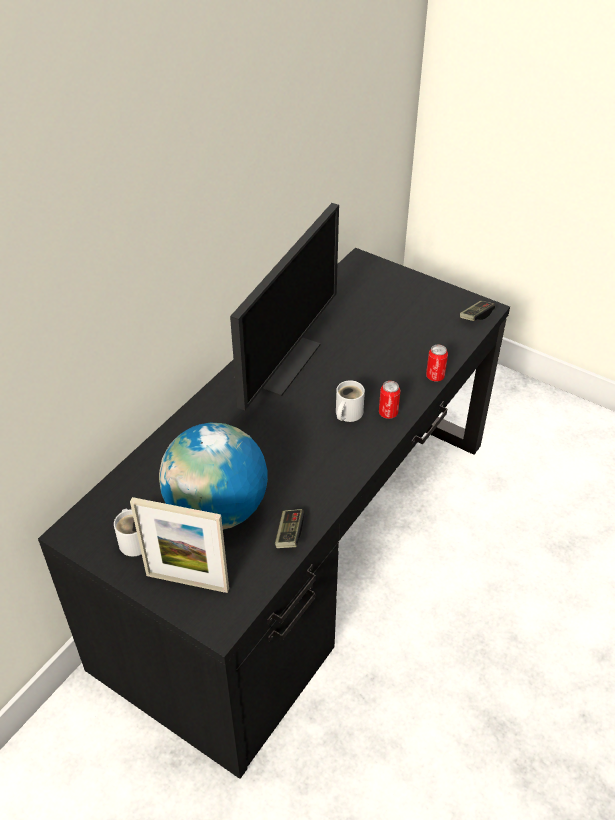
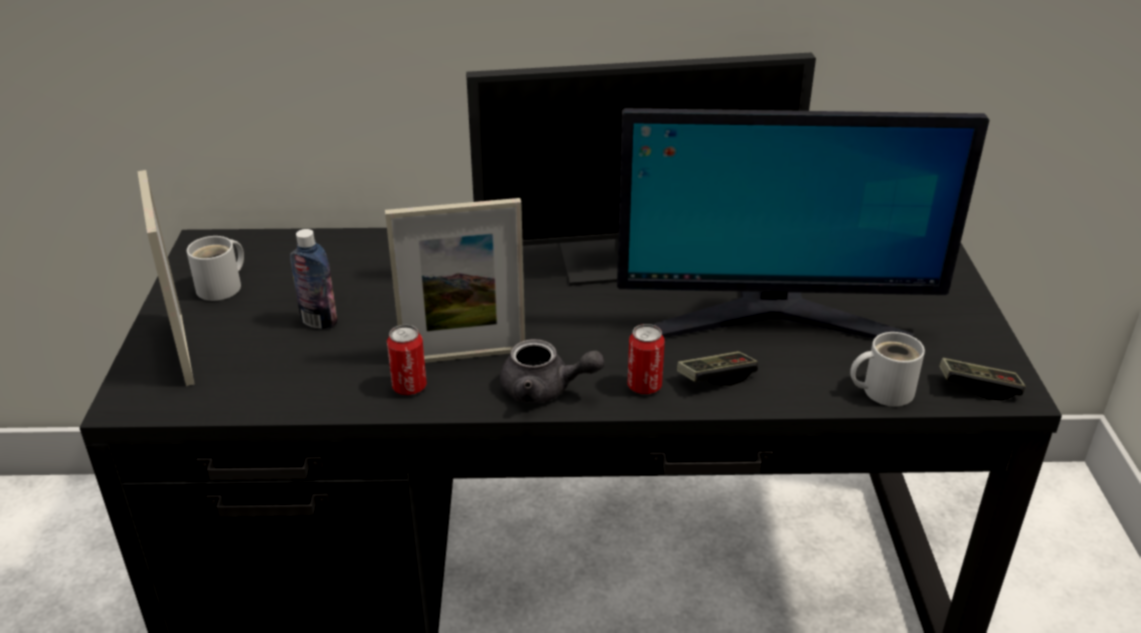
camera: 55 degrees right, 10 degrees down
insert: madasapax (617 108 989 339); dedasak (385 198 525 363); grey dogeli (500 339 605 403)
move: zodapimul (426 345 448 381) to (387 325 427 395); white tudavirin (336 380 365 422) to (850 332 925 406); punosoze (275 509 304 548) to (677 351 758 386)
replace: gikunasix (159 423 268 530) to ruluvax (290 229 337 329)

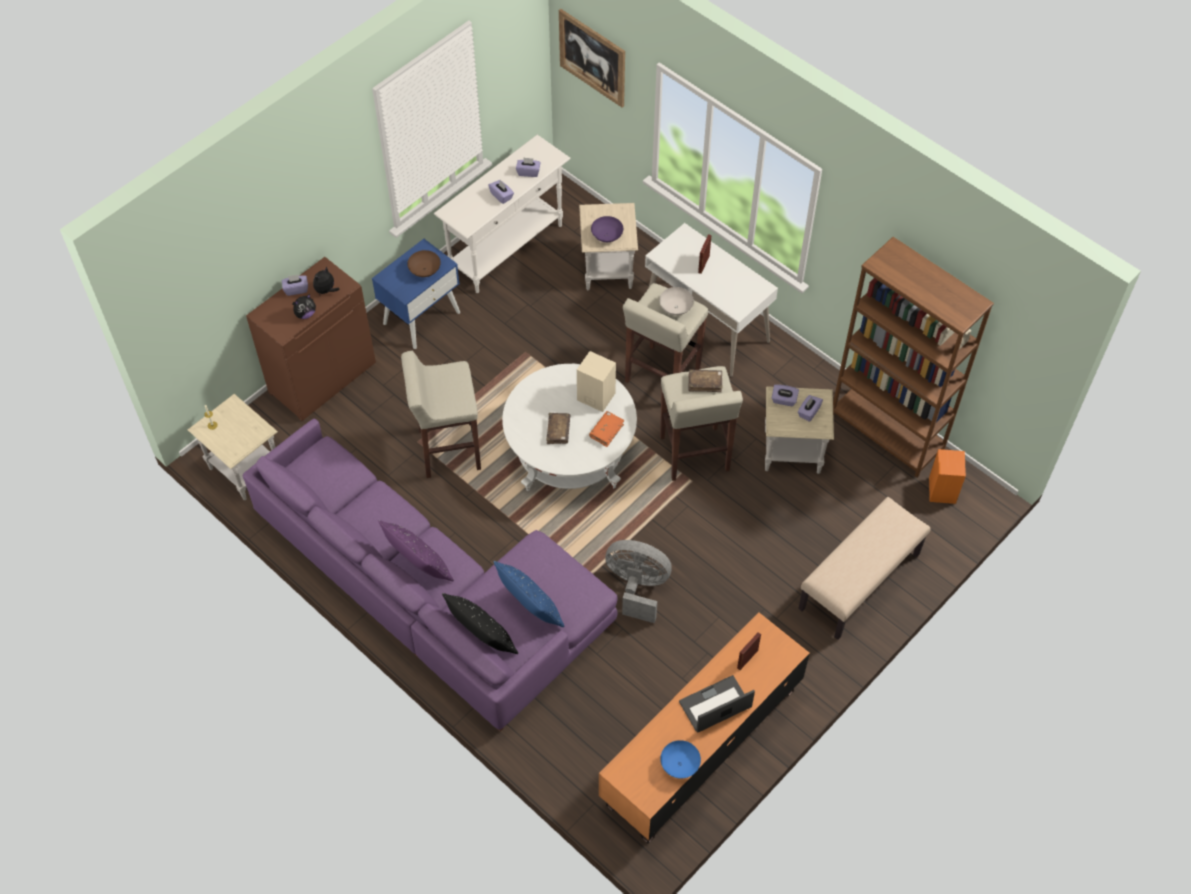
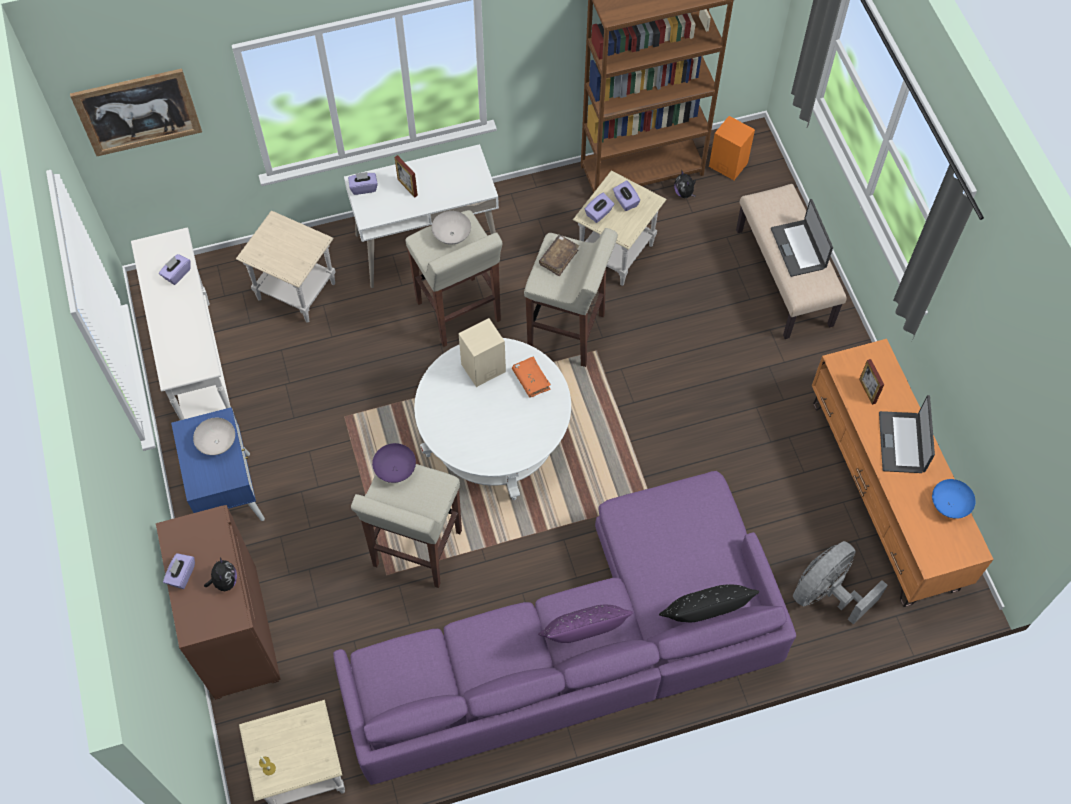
camera: 60 degrees left, 5 degrees up
delete: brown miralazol (546 413 571 444); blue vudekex (493 561 565 627)
insert: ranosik (771 199 833 277)
move: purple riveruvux (488 180 514 204) to (348 172 378 195); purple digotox (591 216 623 242) to (372 443 416 483); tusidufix (313 266 339 297) to (674 171 696 198); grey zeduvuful (605 540 672 623) to (793 541 888 625)
recolor: brown digotox (407 250 441 277) to white digotox (193 418 235 455)

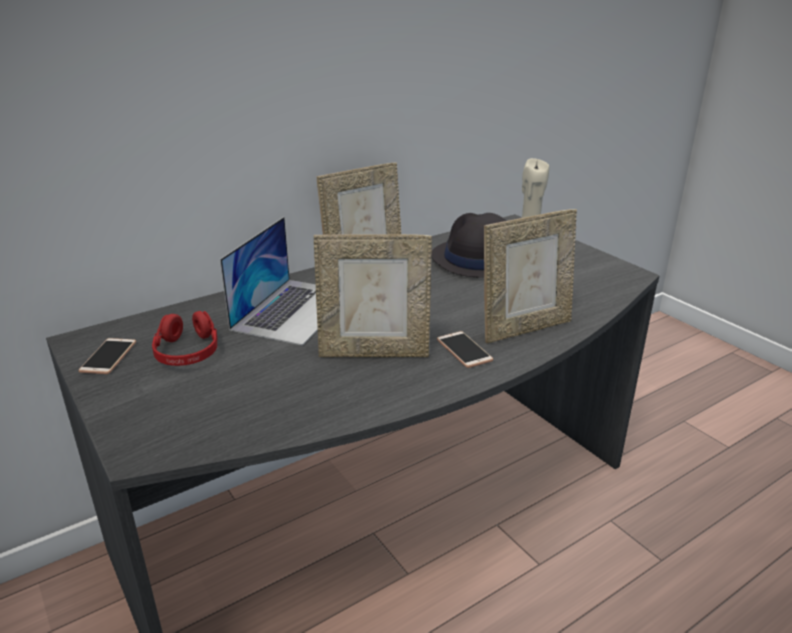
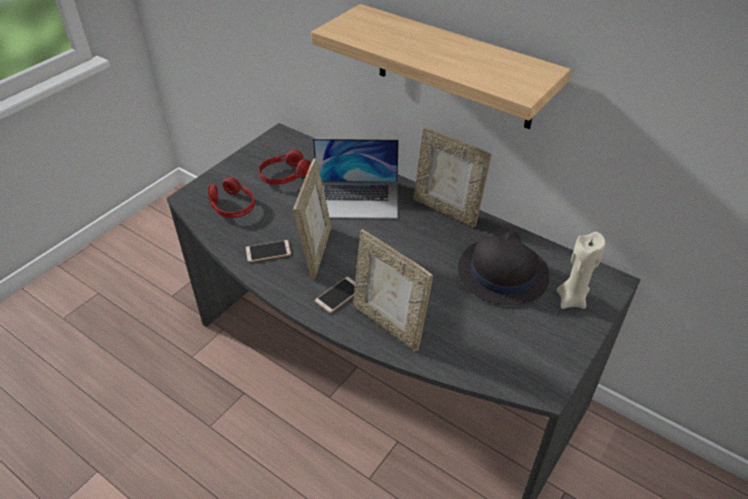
camera: 70 degrees right, 15 degrees up
insert: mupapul (311 4 571 129); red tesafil (208 177 255 218)
move: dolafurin (79 338 136 374) to (246 240 291 262)
rotate: dedasak (314 234 432 357) = (293 158 332 280) 150 degrees counterclockwise

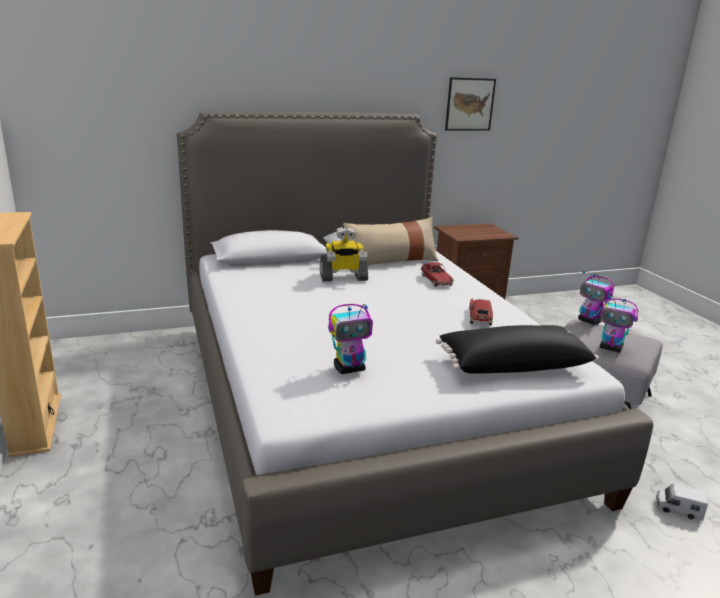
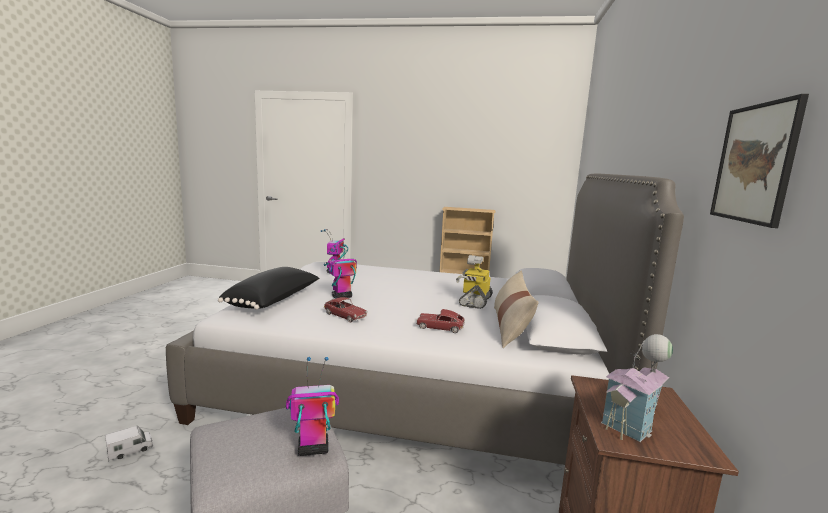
camera: 120 degrees right, 10 degrees down
insert: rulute (601 334 673 442)
move: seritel (600 296 638 353) to (328 245 357 299)

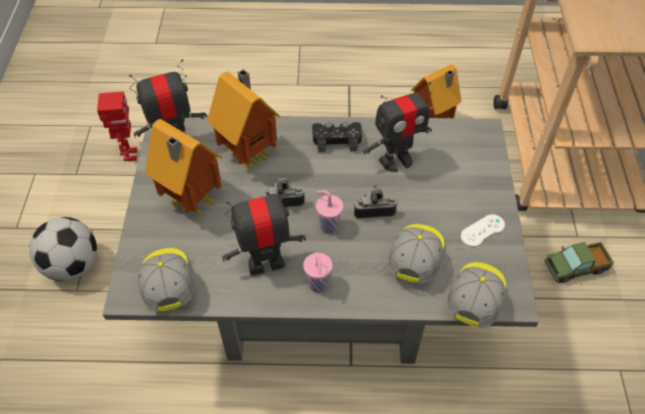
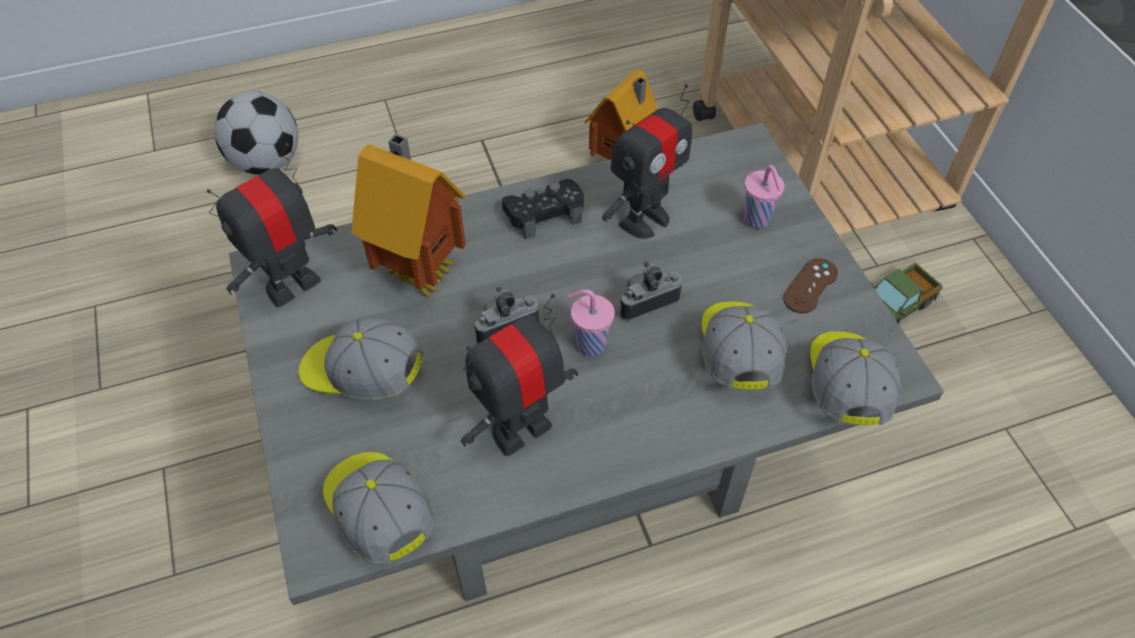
camera: 20 degrees left, 0 degrees up
delete: seritel (97 91 137 161)
move: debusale (29 217 97 281) to (214 91 298 174); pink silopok (303 253 333 293) to (743 165 785 229)
replace: rulute (145 119 222 216) to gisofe (298 318 424 401)
recolor: white punosoze (460 214 505 247) to brown punosoze (783 258 838 313)

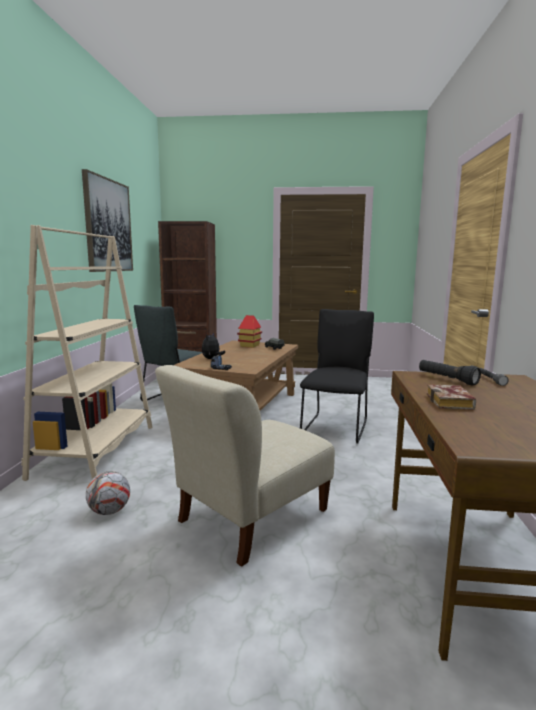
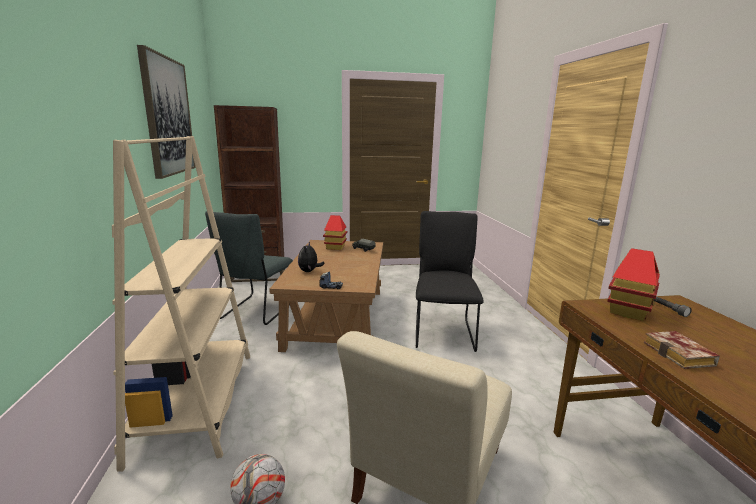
camera: 15 degrees left, 5 degrees up
replace: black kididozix (419 360 481 386) to rulute (607 248 660 321)

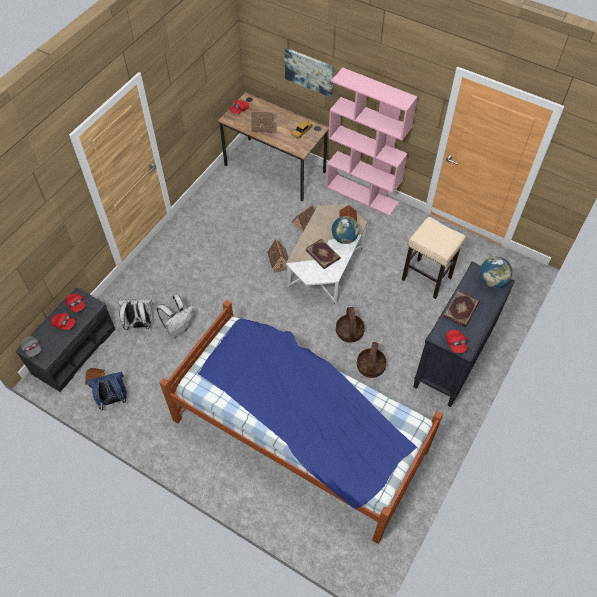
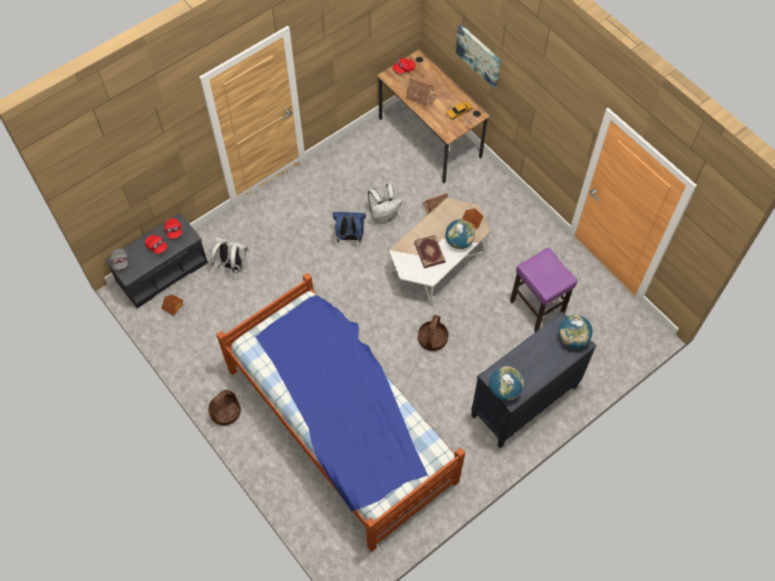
camera: 20 degrees right, 5 degrees up
delete: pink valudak (326 68 417 216); rulute (267 238 289 273); miralazol (443 290 479 327)
move: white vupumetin (156 294 194 337) to (368 183 402 224); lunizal (357 342 387 378) to (208 390 241 426); blue vupumetin (87 372 127 410) to (332 212 366 243)
replace: red gisofe (446 330 467 353) to gikunasix (489 366 524 401)
recolor: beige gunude (402 217 466 299) to purple gunude (510 247 577 332)

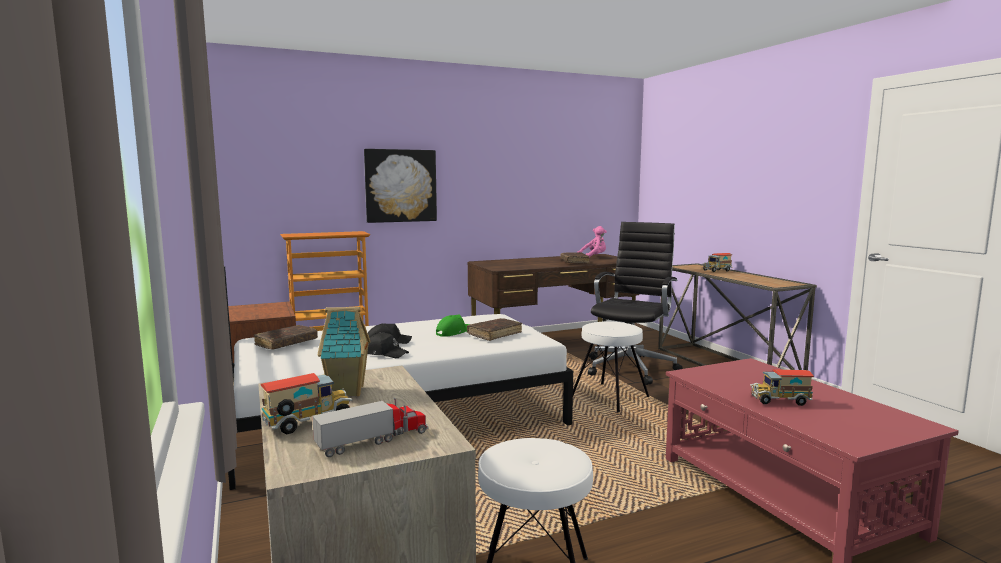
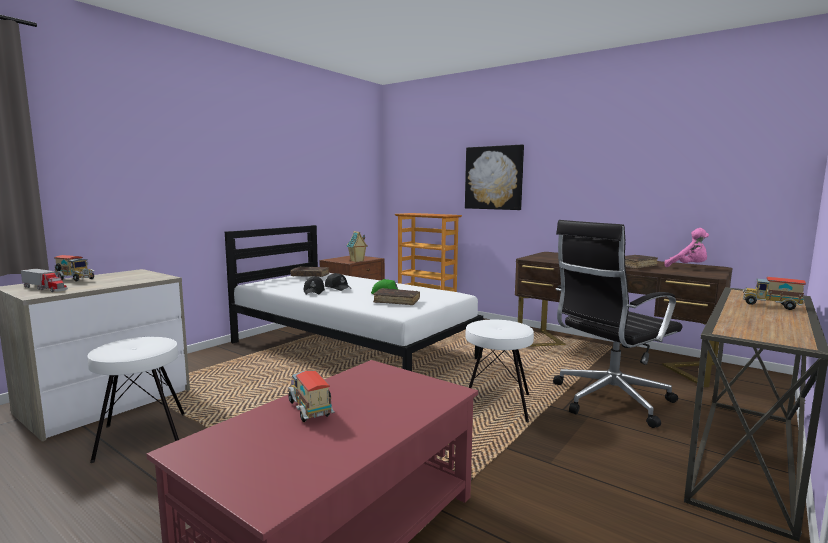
camera: 60 degrees right, 0 degrees up
move: rulute (318 307 370 396) to (346 231 368 262)
rotate: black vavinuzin (588 222 683 385) = (553 220 682 428) 150 degrees clockwise

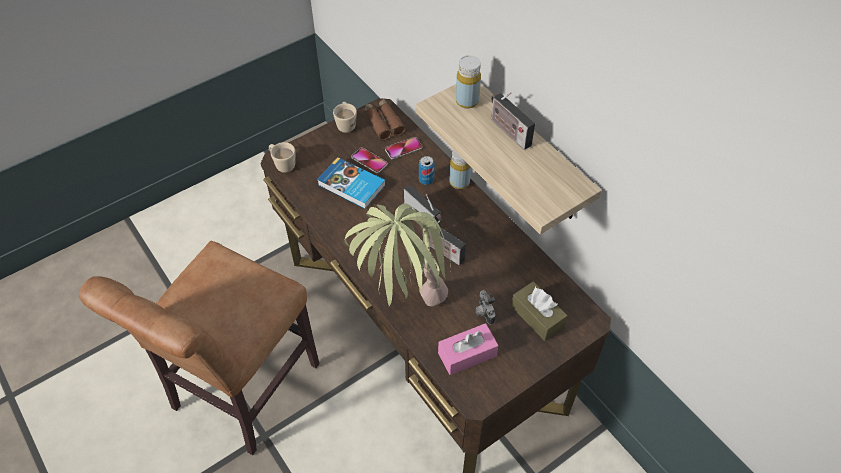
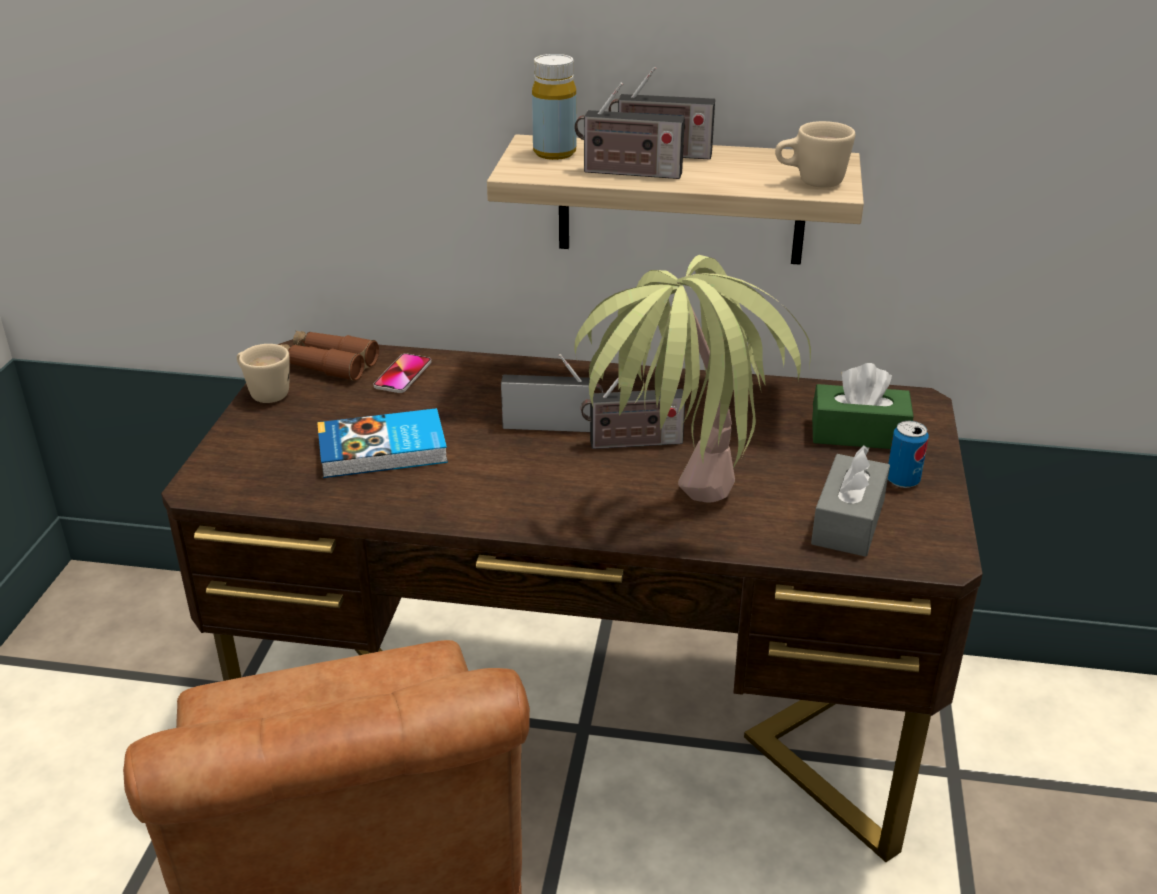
camera: 45 degrees left, 20 degrees down
delete: dolafurin (351 147 388 173); yellow ruluvax (449 150 471 189); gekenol (475 290 495 325)
insert: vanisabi (575 83 685 179)
move: beige tudavirin (269 142 296 173) to (775 121 855 188); zodapimul (419 156 435 185) to (888 421 929 488)
recolor: brown riveruvux (511 282 568 341) to green riveruvux (812 363 914 449); pink riveruvux (438 323 498 375) to grey riveruvux (811 445 890 557)

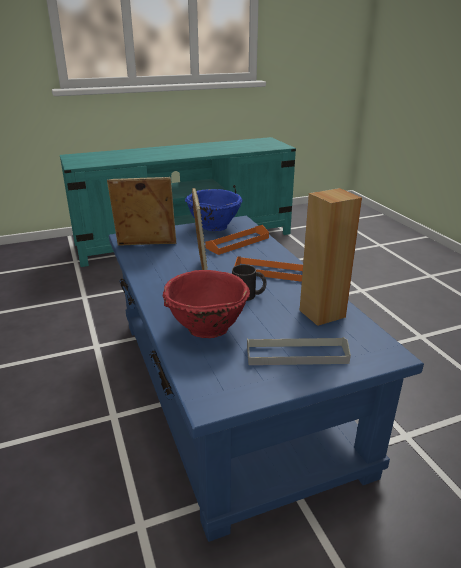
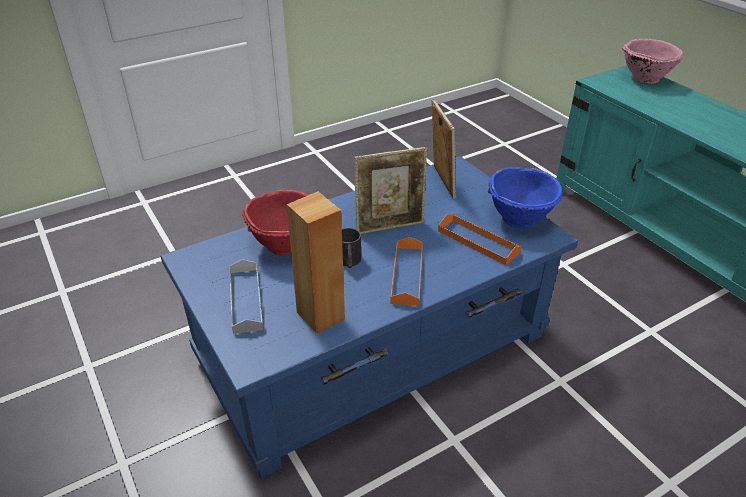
camera: 80 degrees right, 10 degrees up
insert: pink digotox (622 39 683 84)

